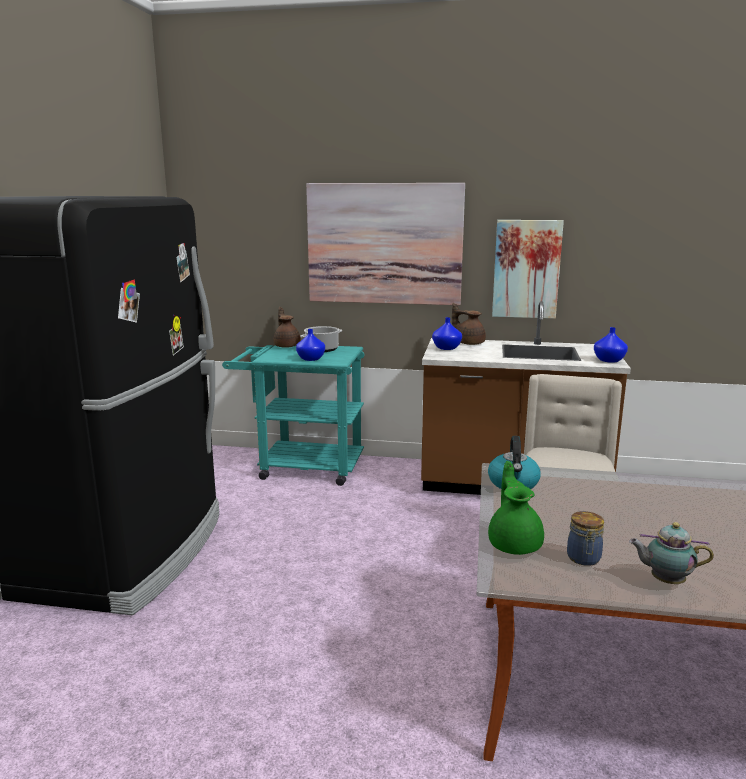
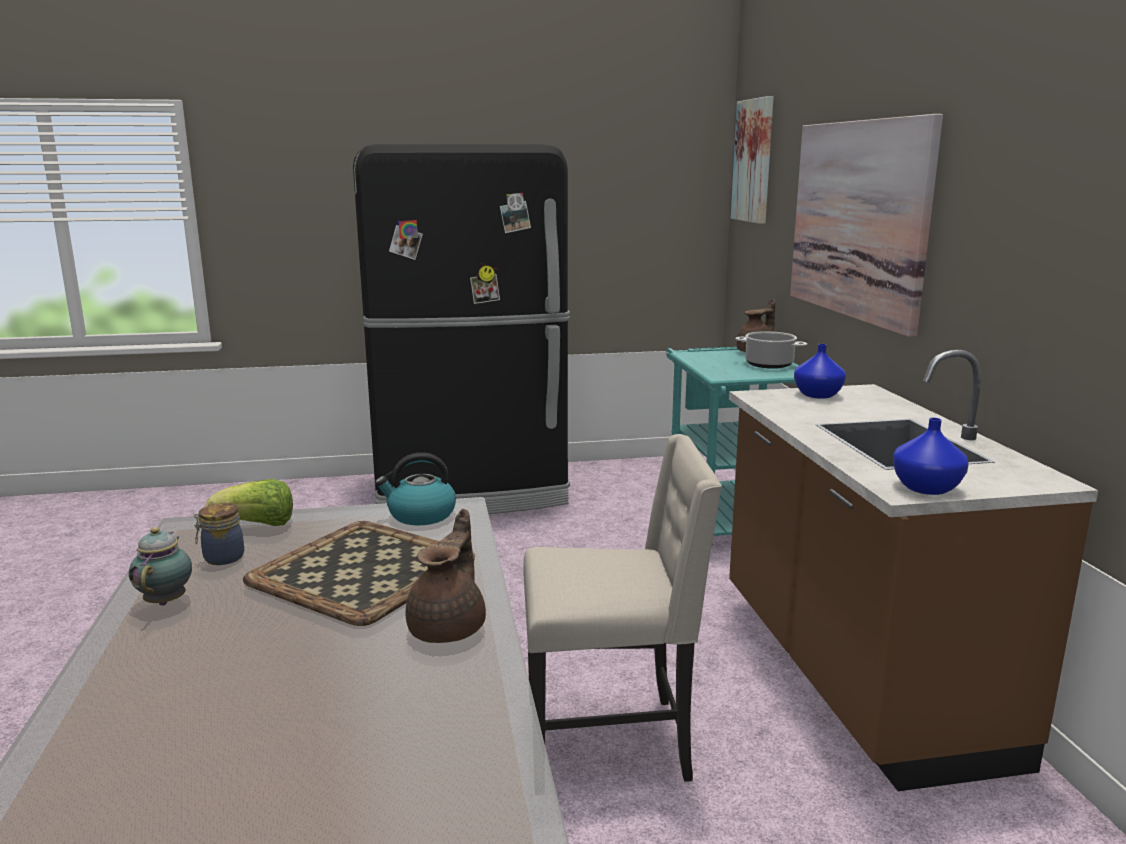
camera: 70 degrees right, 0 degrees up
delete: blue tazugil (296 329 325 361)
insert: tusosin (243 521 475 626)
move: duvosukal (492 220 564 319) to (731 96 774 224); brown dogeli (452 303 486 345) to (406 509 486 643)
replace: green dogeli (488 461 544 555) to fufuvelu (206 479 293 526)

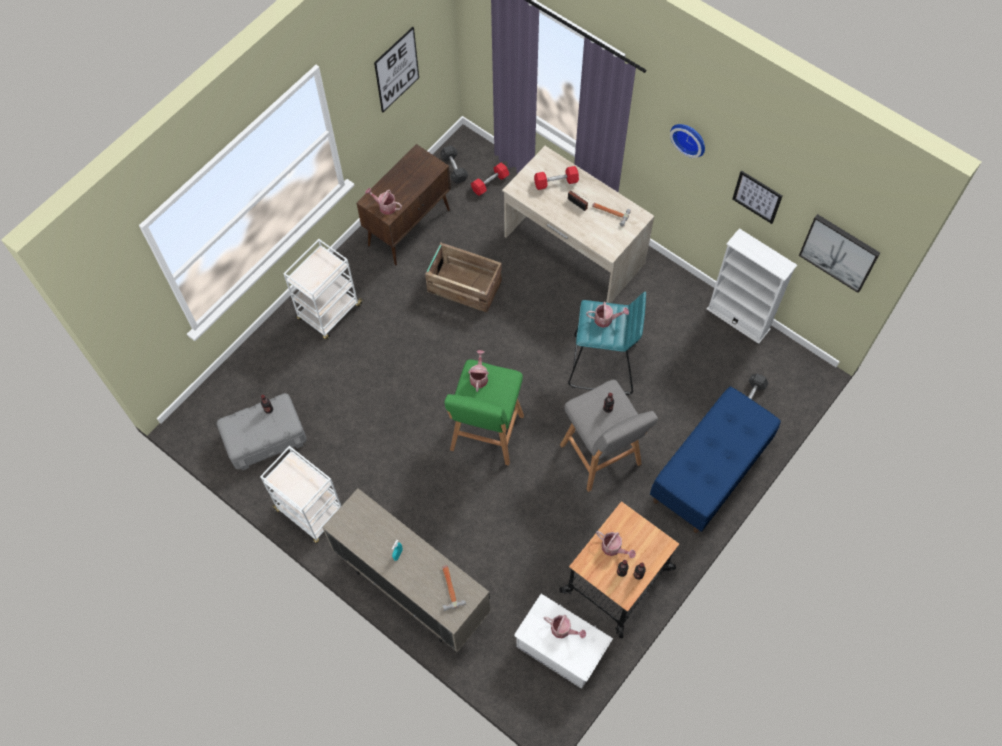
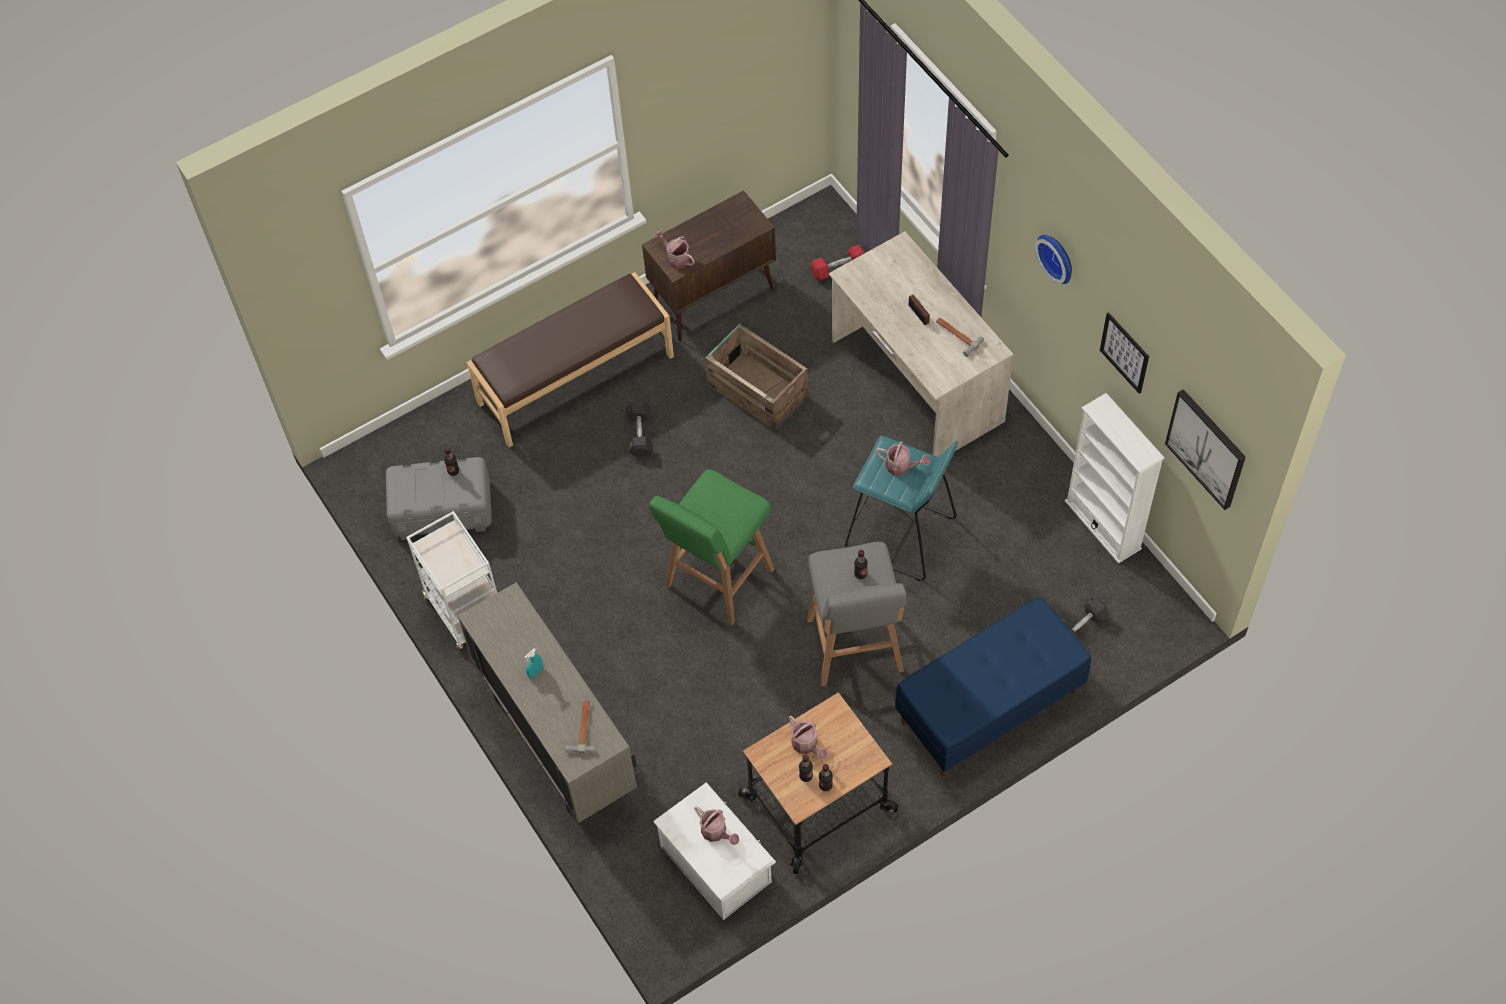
camera: 20 degrees right, 5 degrees down
delete: duvosukal (374 27 419 112); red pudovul (534 166 579 190); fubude (468 350 489 392)
move: grey pudovul (440 145 468 184) to (626 401 653 457)
replace: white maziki (283 239 363 340) to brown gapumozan (467 272 674 448)

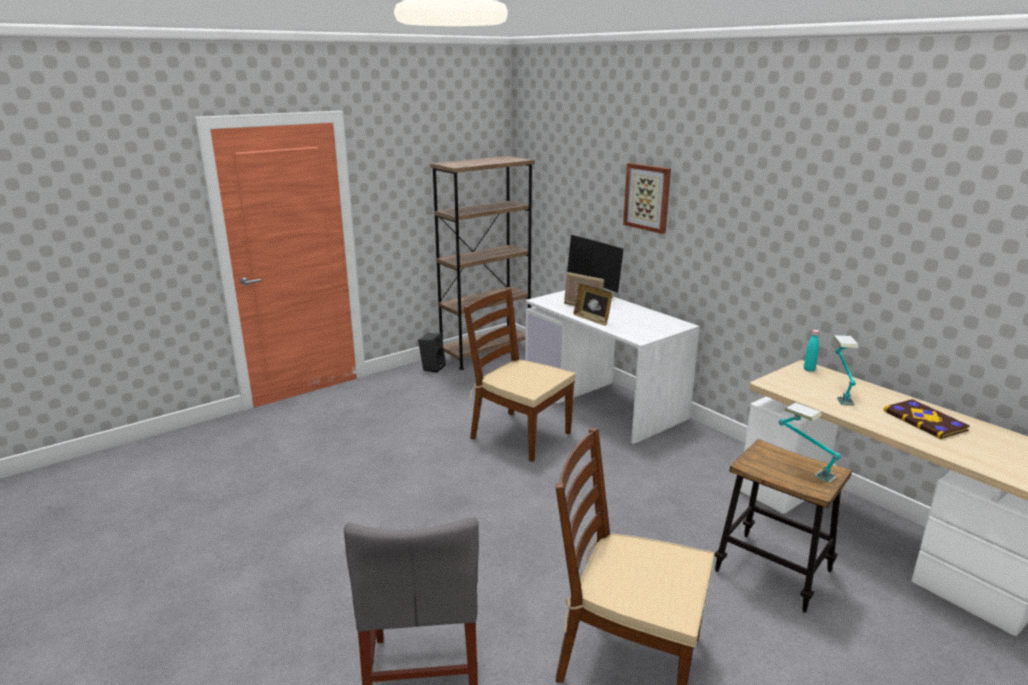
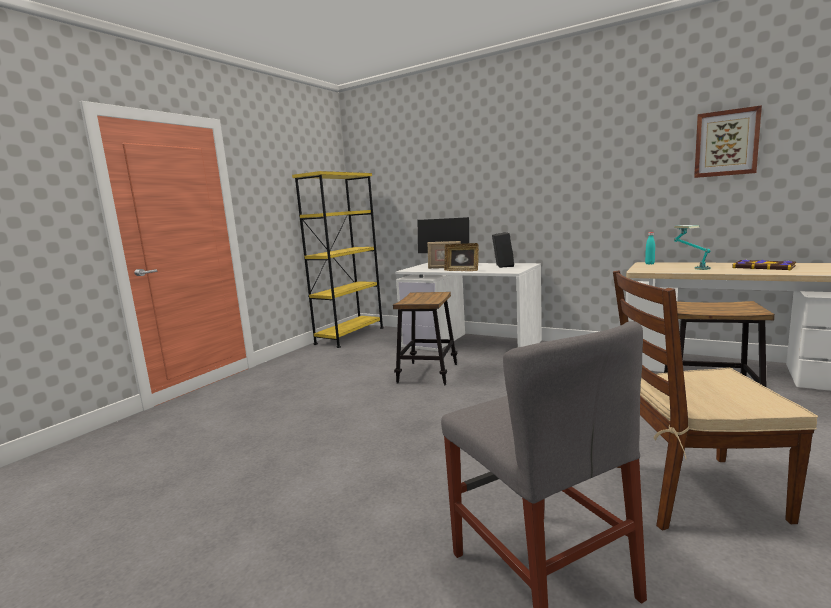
camera: 20 degrees left, 10 degrees down
delete: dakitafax (778 402 841 483)
move: duvosukal (623 163 671 234) to (694 105 762 178); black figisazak (418 333 446 373) to (492 232 514 268)
replace: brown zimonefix (464 289 576 462) to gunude (393 292 457 385)
recolor: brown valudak (430 156 535 370) to yellow valudak (292 171 384 348)

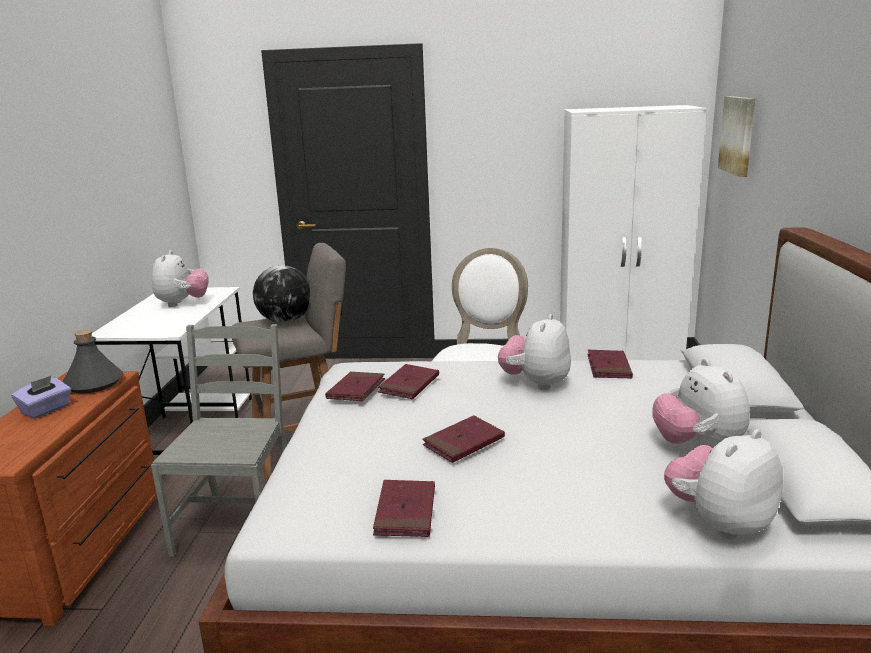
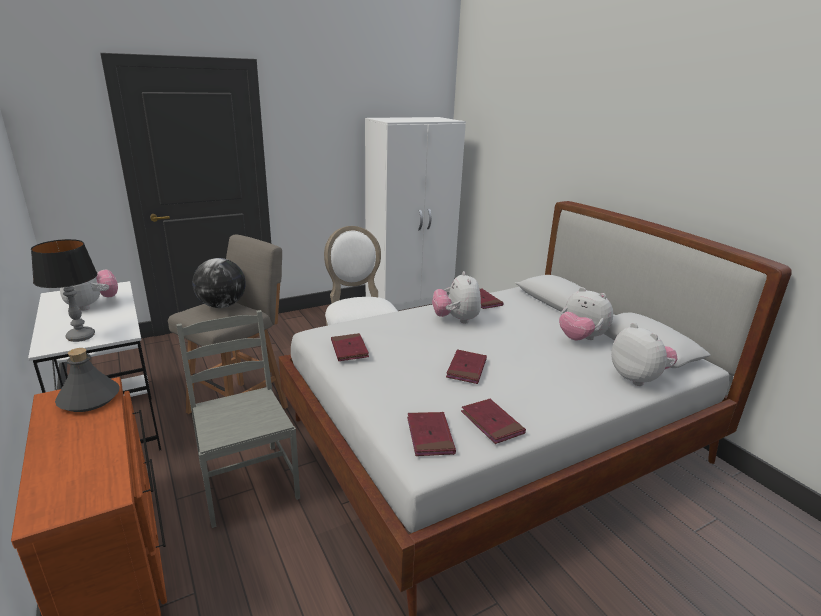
camera: 35 degrees left, 5 degrees up
delete: duvosukal (718 96 755 177); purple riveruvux (11 376 71 419)
insert: dakitafax (31 239 97 342)
move: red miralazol (378 364 439 399) to (407 412 456 456)
rotate: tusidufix (664 429 783 540) = (611 323 677 386) 135 degrees clockwise

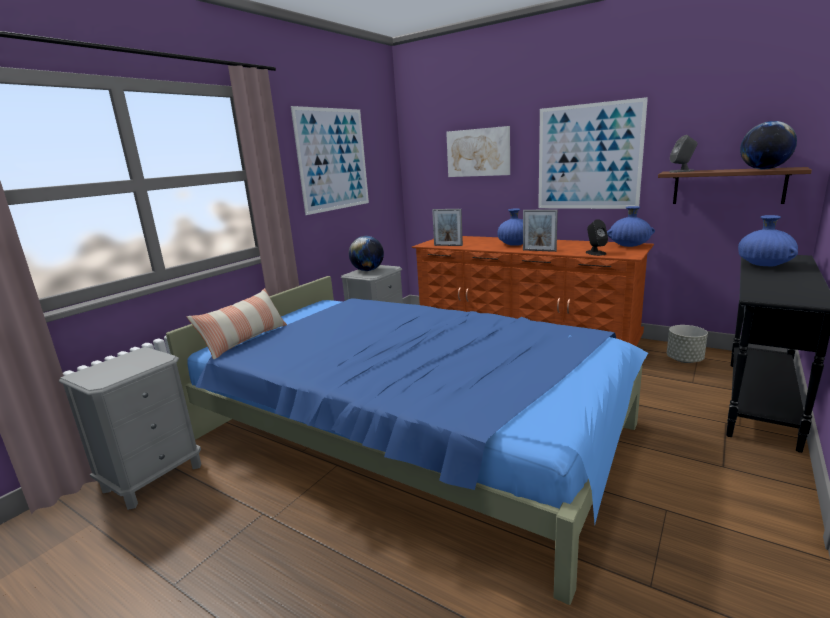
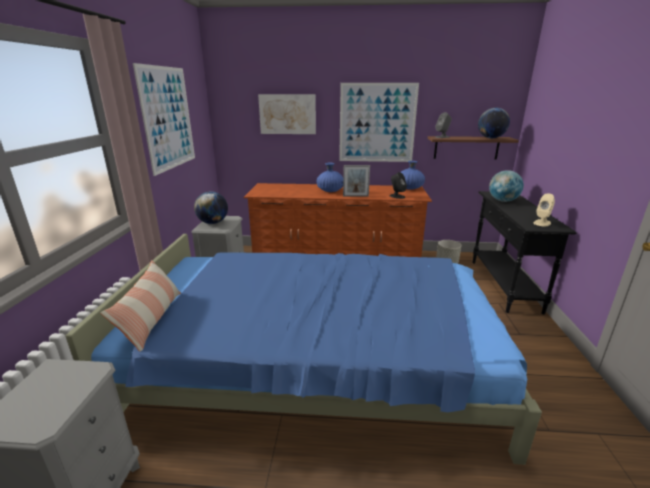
camera: 30 degrees left, 5 degrees up
delete: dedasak (432 209 463 246)
insert: beige figisazak (534 193 555 227)
replace: blue tazugil (738 215 798 266) to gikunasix (489 170 524 202)

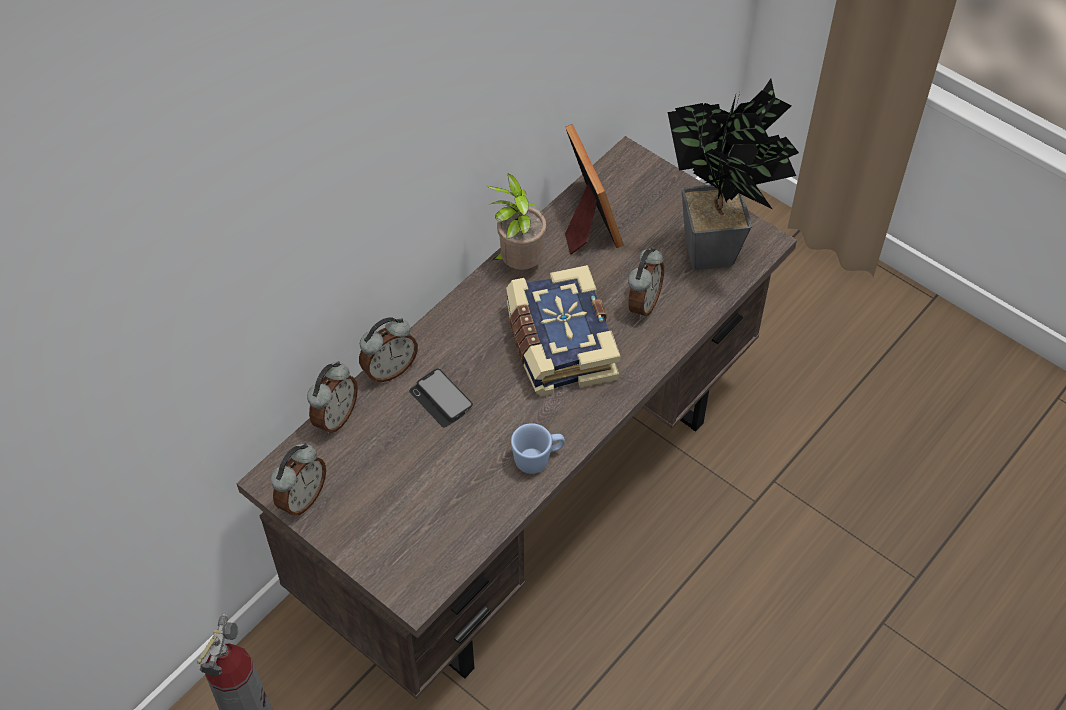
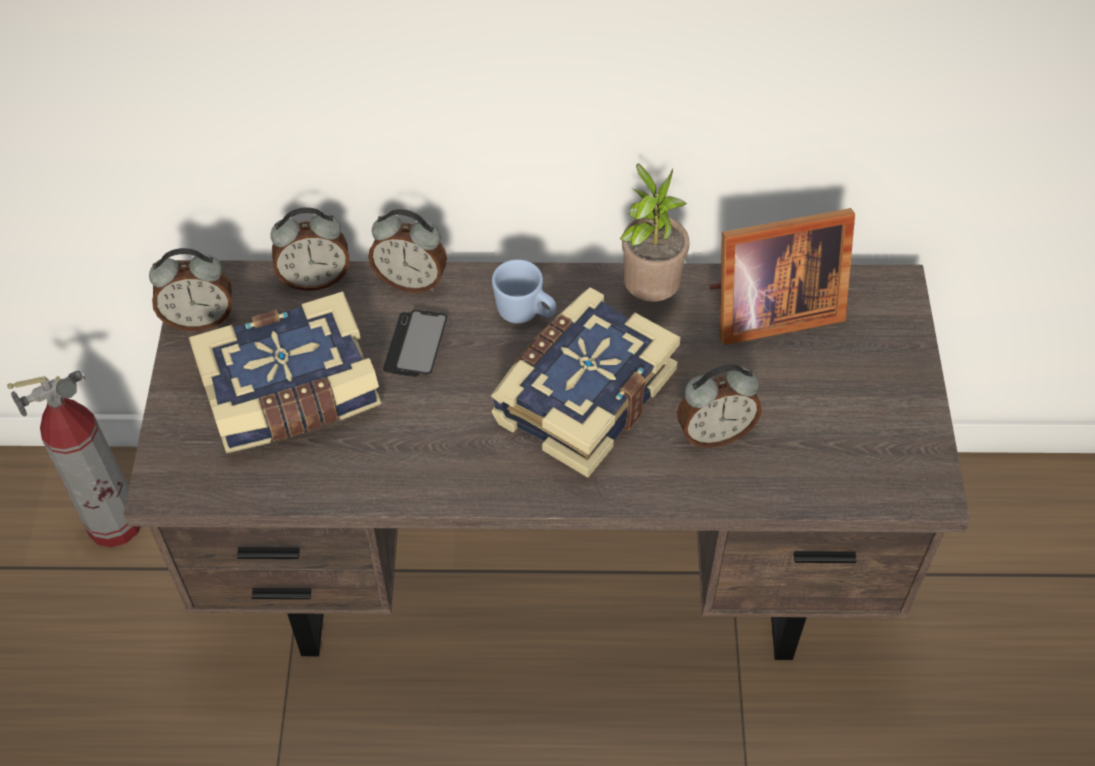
camera: 50 degrees right, 0 degrees up
delete: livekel (668 79 799 270)
insert: miralazol (189 292 381 454)
move: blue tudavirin (511 423 565 474) to (492 259 556 324)
rotate: dedasak (565 124 624 254) = (710 208 855 345) 45 degrees clockwise

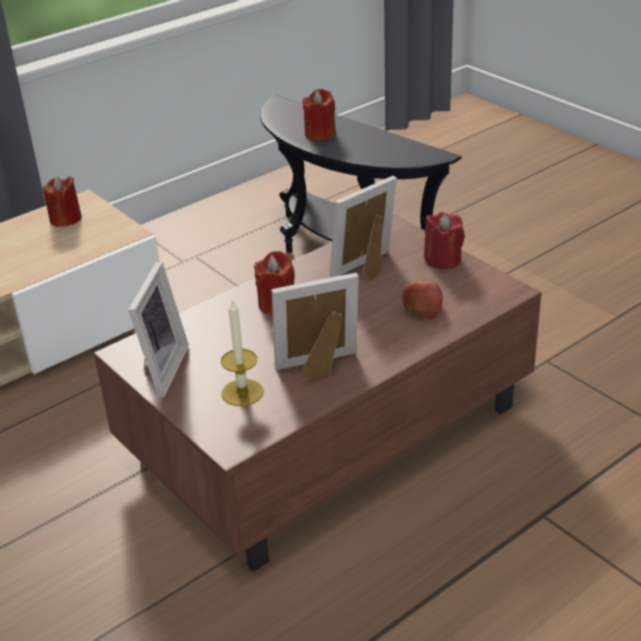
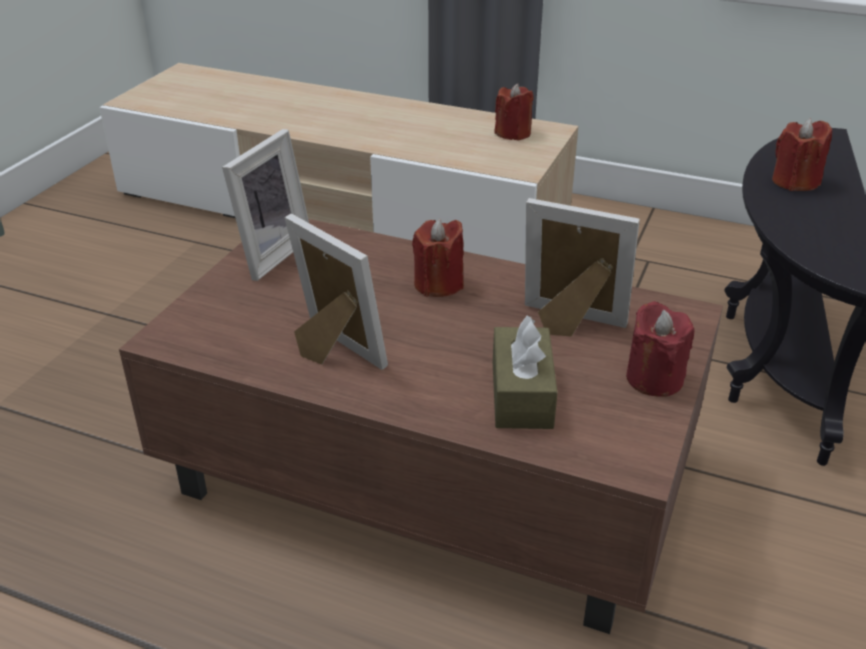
camera: 60 degrees right, 0 degrees up
delete: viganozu (221 299 264 406)
replace: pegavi (402 281 443 320) to brown riveruvux (493 315 558 429)
rotate: dedasak (128 261 189 397) = (222 129 309 281) 45 degrees counterclockwise

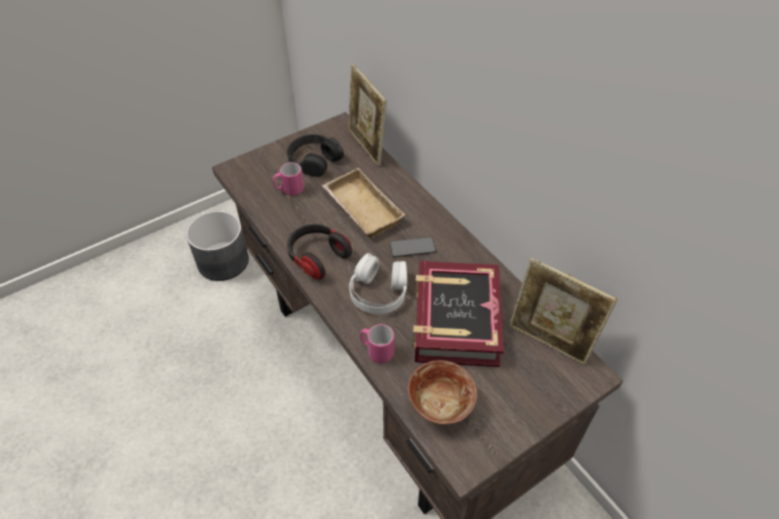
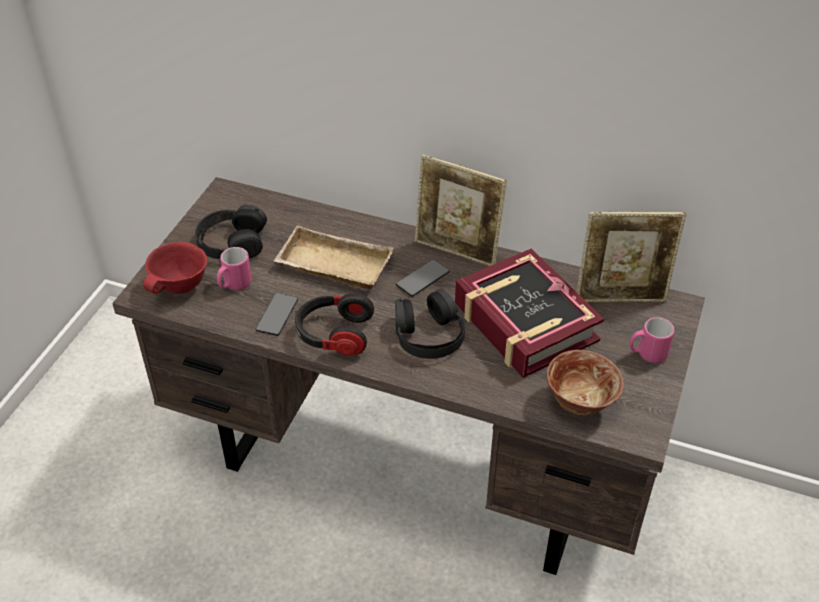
camera: 35 degrees left, 5 degrees down
delete: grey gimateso (186 211 249 281)
insert: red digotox (143 242 207 294); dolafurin (255 293 298 336)
move: dedasak (348 64 387 167) to (415 154 507 266); pink tudavirin (360 324 394 363) to (630 317 675 363)
recolor: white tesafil (349 253 407 314) to black tesafil (395 289 465 359)

